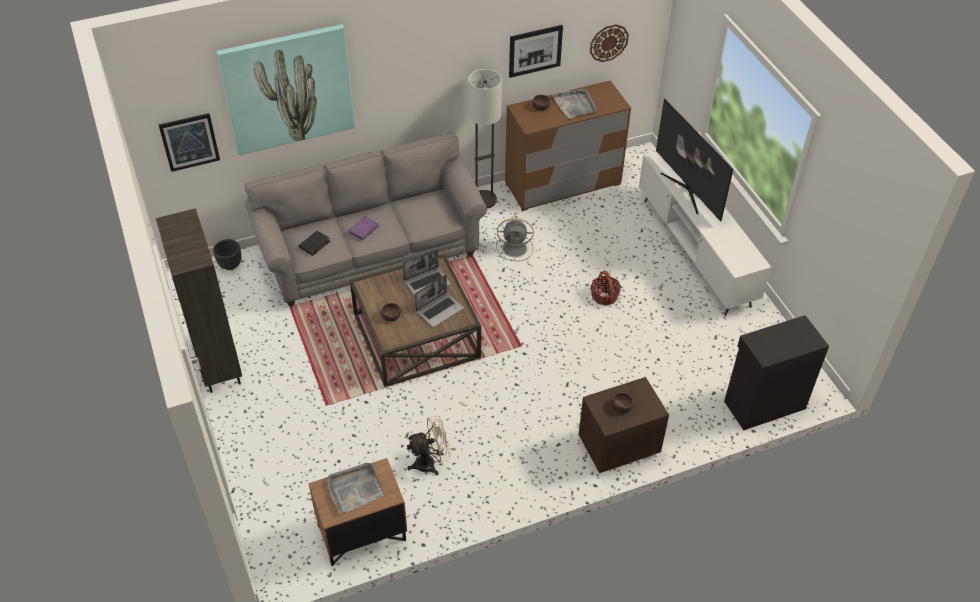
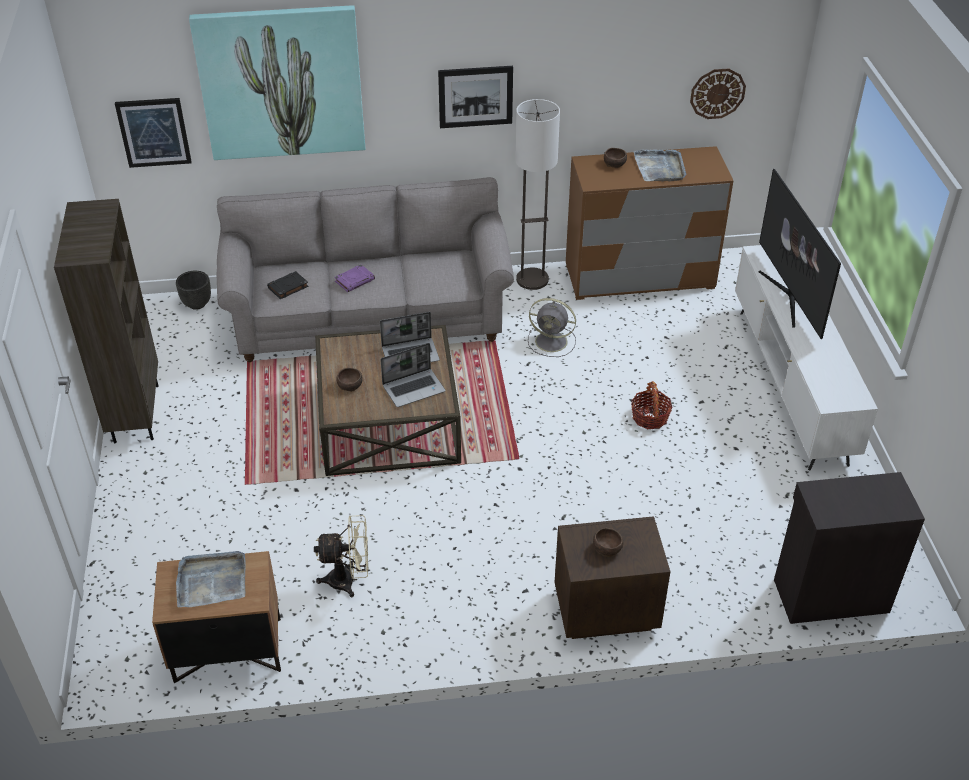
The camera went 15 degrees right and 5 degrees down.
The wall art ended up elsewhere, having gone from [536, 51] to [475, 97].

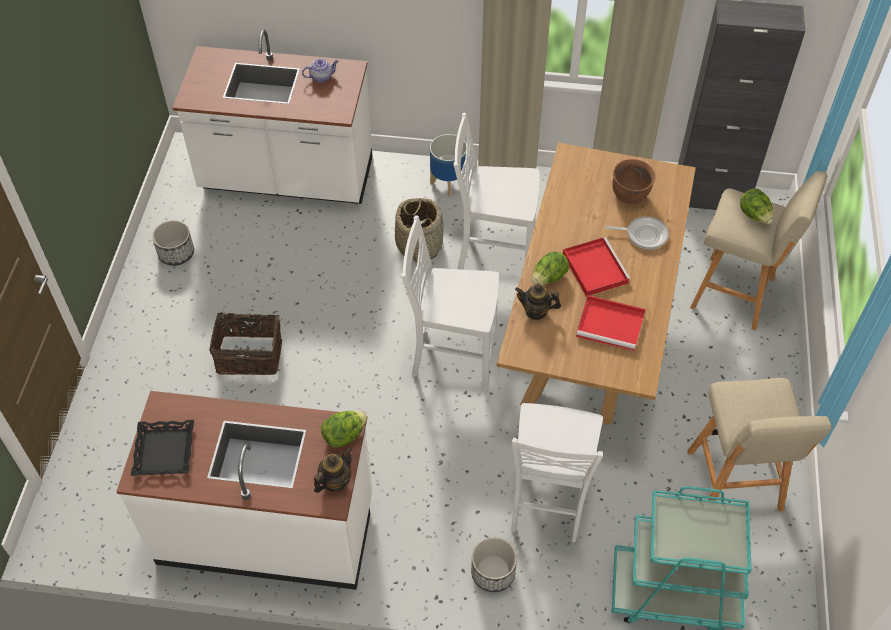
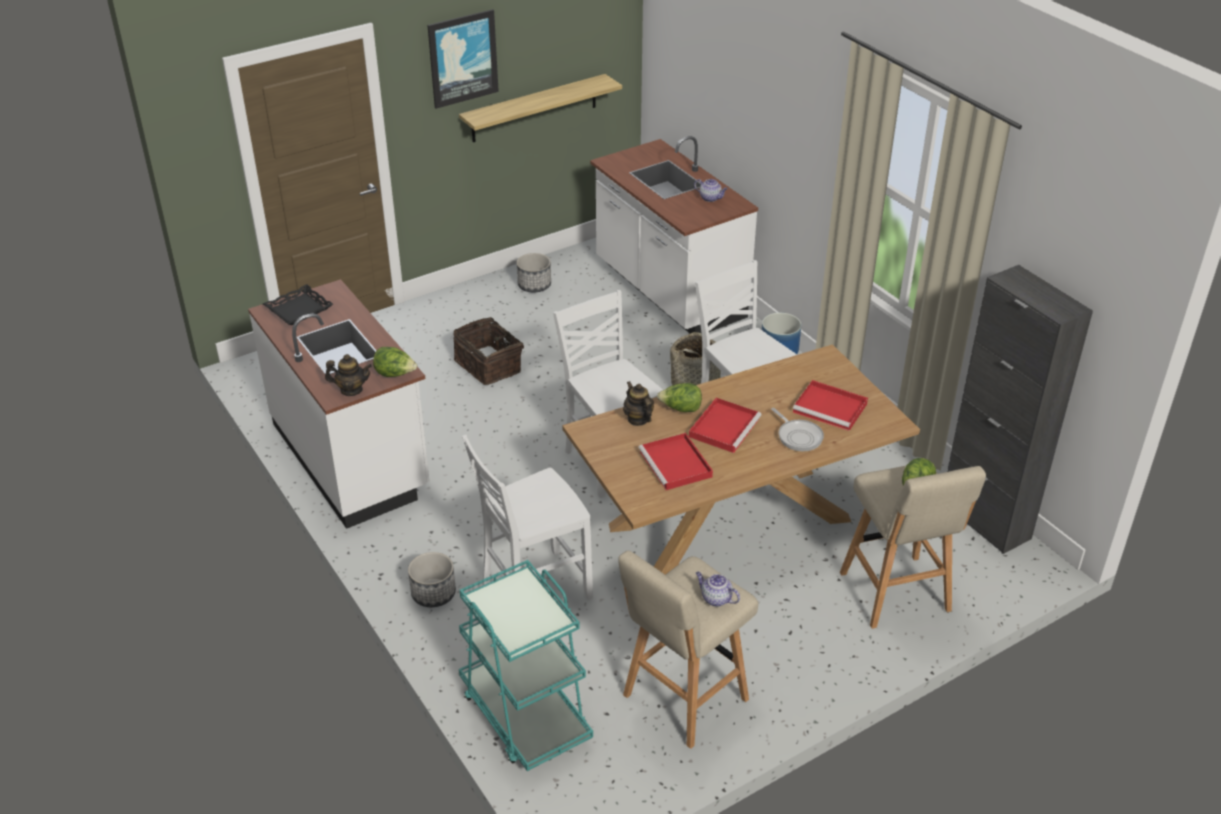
The camera went 50 degrees right and 15 degrees down.
The second view gained the wall art at [463, 59].
The second view gained the shelf at [540, 108].
The second view gained the tea pot at [718, 589].
Where the stockpot (brownish) stood at [633, 181], the serving tray (red) came to stand at [830, 405].

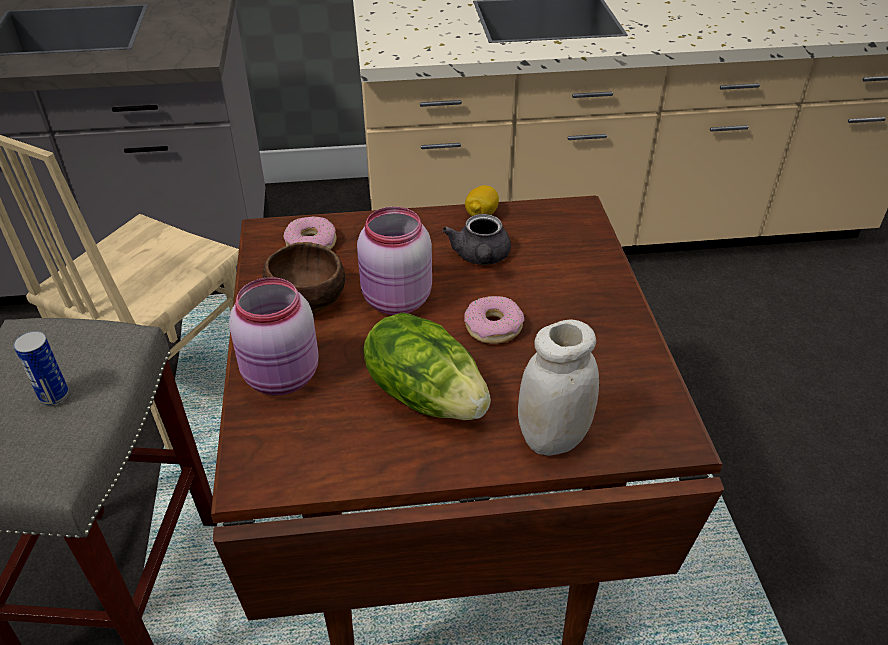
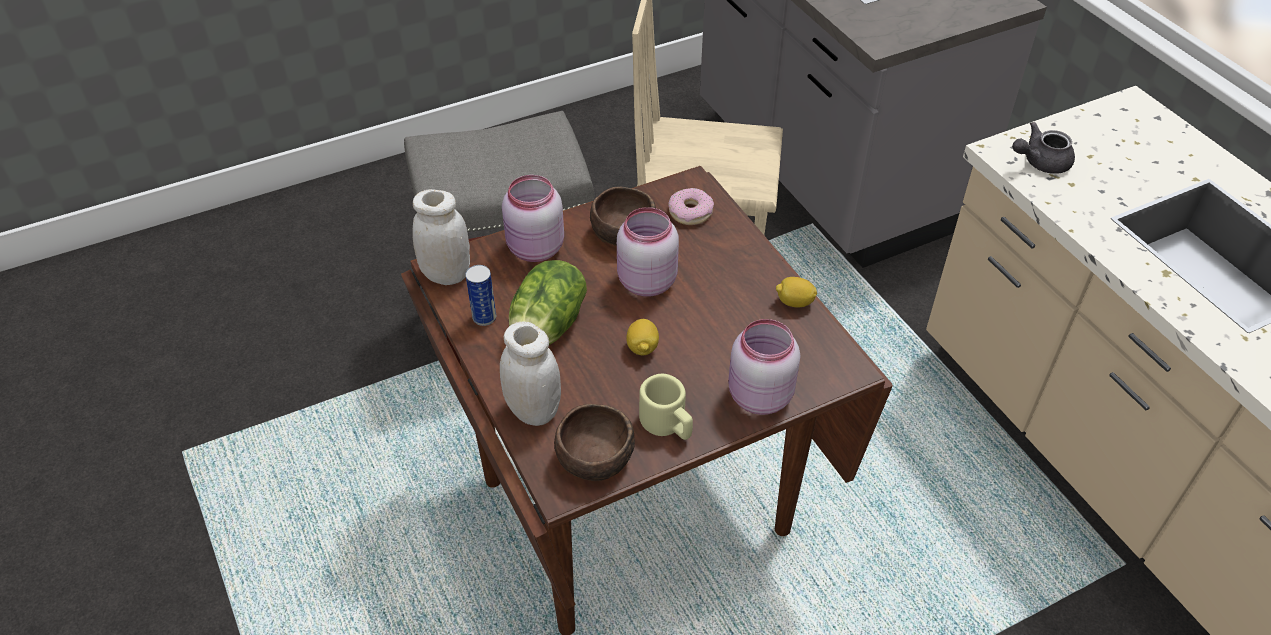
The camera went 70 degrees right and 5 degrees up.
The second view gained the preserve jar (white) at [441, 237].
The second view gained the bowl (brownish) at [594, 442].
The second view gained the coffee mug (beige) at [666, 407].
The second view gained the preserve jar (pinkish) at [764, 367].
The sealed can ended up elsewhere, having gone from [41, 368] to [480, 295].
The tea pot (greyish) ended up elsewhere, having gone from [476, 239] to [1043, 148].
Where the doughnut stood at [494, 320], the lemon came to stand at [642, 337].

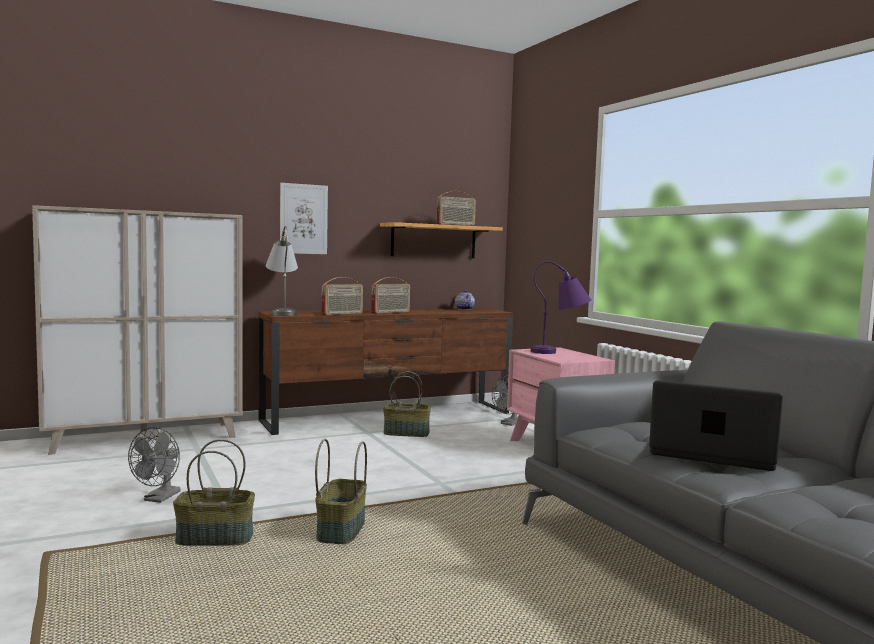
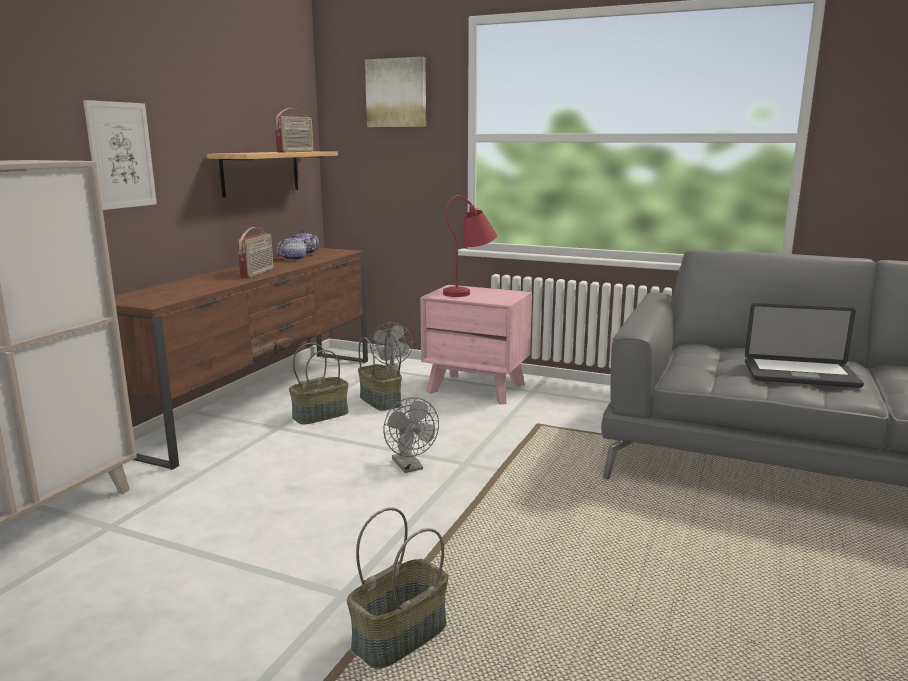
The camera went 40 degrees left and 10 degrees up.
The second view lost the tabletop lamp (greyish) at [282, 271].
The second view lost the radio set at [342, 296].
The second view gained the tea pot at [293, 248].
The second view gained the wall art at [395, 92].
The fan (greyish) ended up elsewhere, having gone from [154, 465] to [411, 435].
The storage basket ended up elsewhere, having gone from [341, 491] to [380, 372].
What was the tabletop lamp (purplish) at [561, 307] turned into the tabletop lamp (red) at [470, 246].
The notebook computer at [716, 425] ended up facing another way, 150 degrees counterclockwise from before.

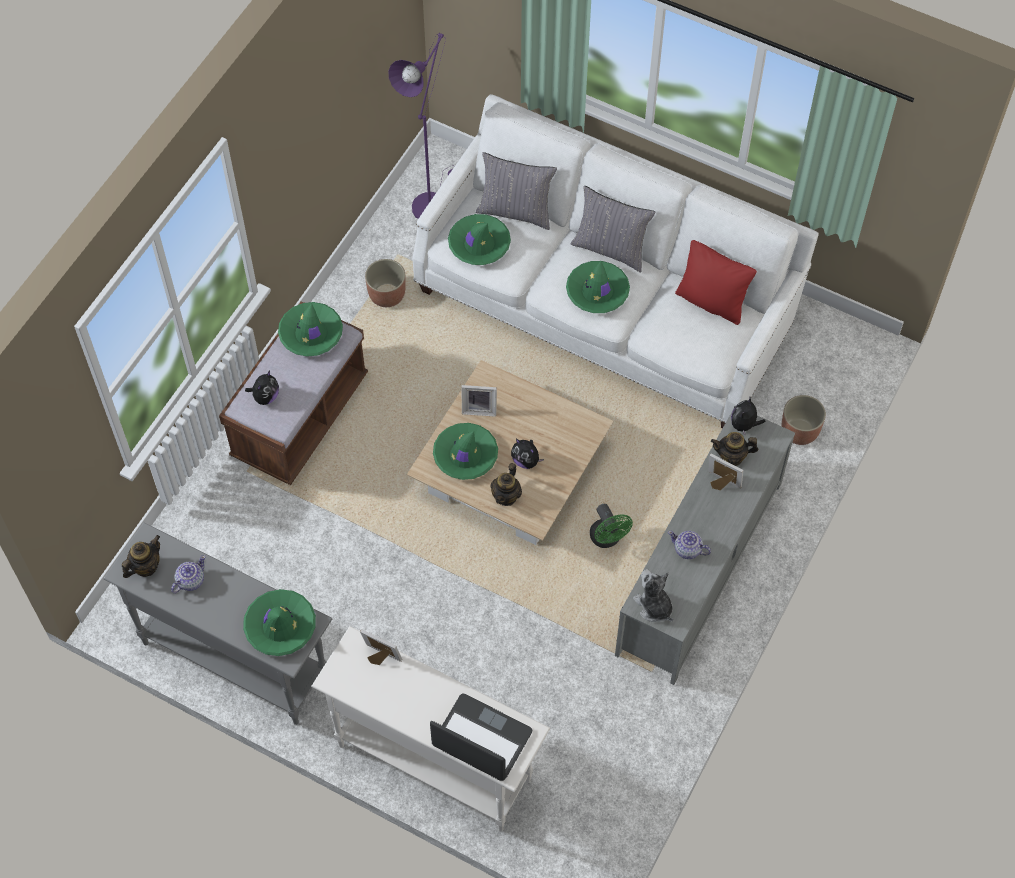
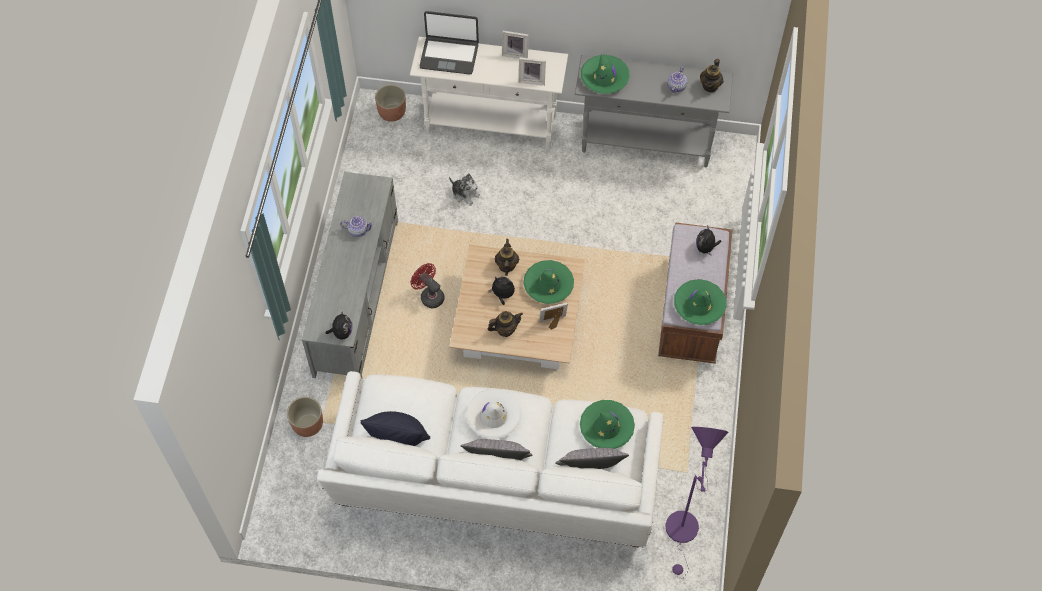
The camera went 160 degrees right and 0 degrees up.
The planter ended up elsewhere, having gone from [385, 283] to [390, 103].
The soft toy ended up elsewhere, having gone from [653, 595] to [464, 190].
The picture frame ended up elsewhere, having gone from [725, 472] to [515, 45].
The tea pot ended up elsewhere, having gone from [734, 449] to [505, 324].
What was the wearable hat (greenish) at [598, 287] turned into the wearable hat (white) at [493, 413].
What was the fan (greenish) at [611, 526] turned into the fan (red) at [428, 285].
What was the throw pillow (red) at [716, 282] turned into the throw pillow (black-coloured) at [395, 428].

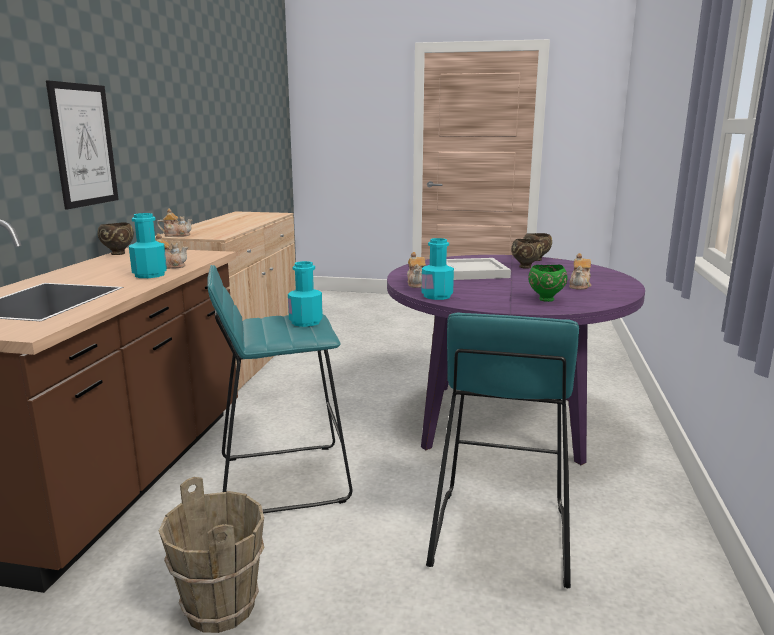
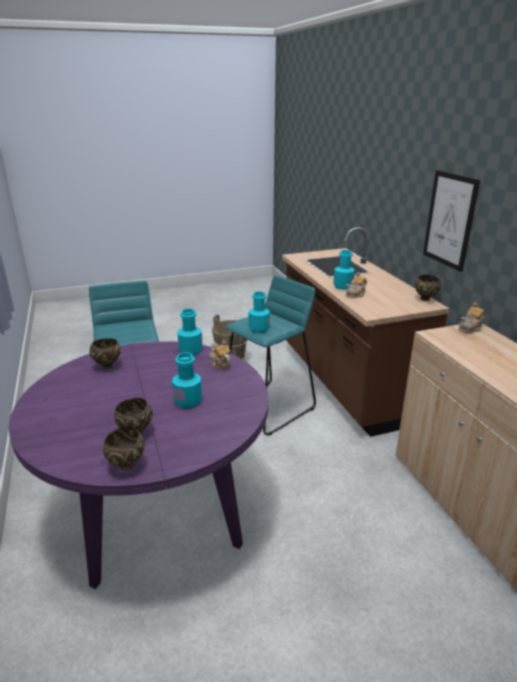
The camera went 150 degrees right and 10 degrees up.
The second view lost the tea pot at [580, 271].
Where the serving tray (white) stood at [478, 269], the bottle (turquoise-coloured) came to stand at [187, 380].
What was the bowl (greenish) at [548, 283] turned into the bowl (brownish) at [105, 353].

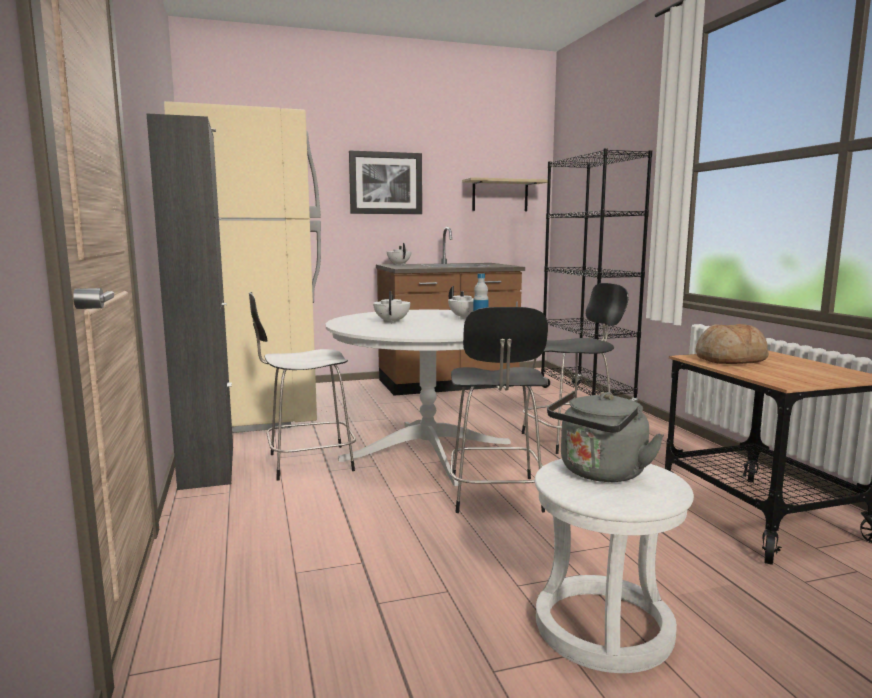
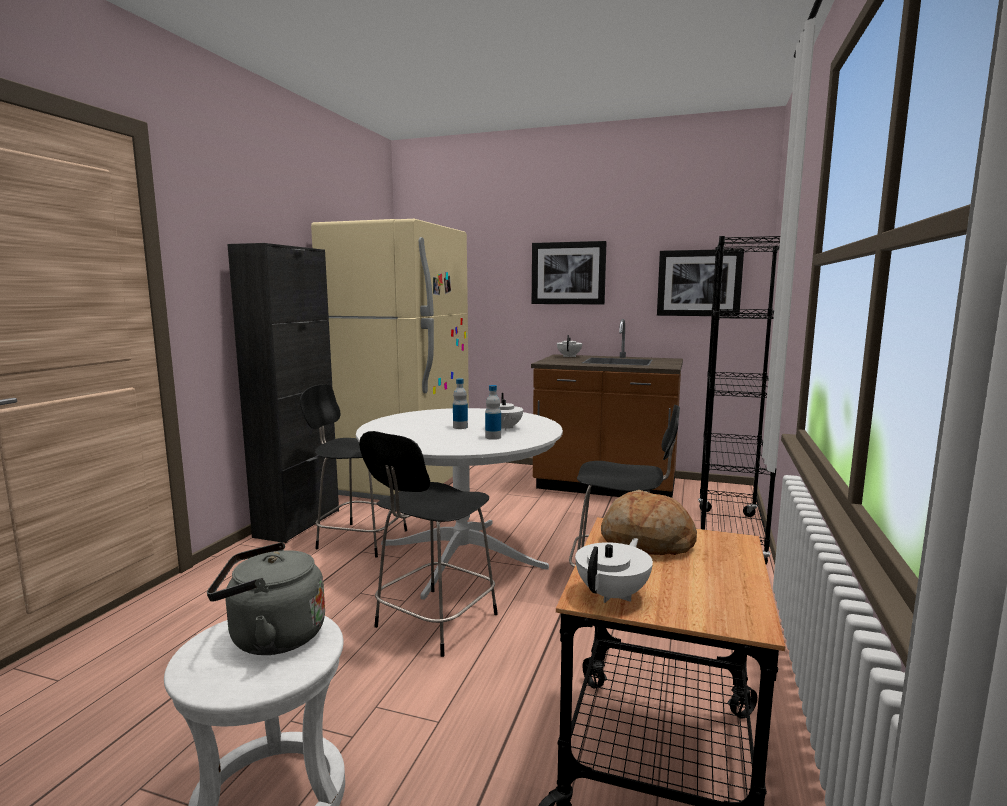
The camera went 35 degrees right and 0 degrees up.
The second view gained the bottle at [460, 403].
The tea pot (white) ended up elsewhere, having gone from [391, 307] to [614, 570].
Where the shelf hung at [505, 194], the wall art came to hang at [700, 283].

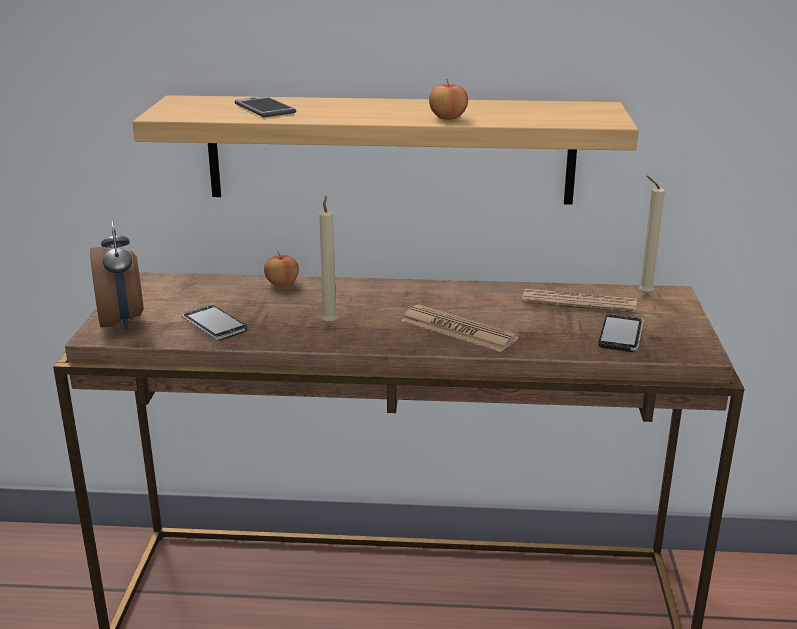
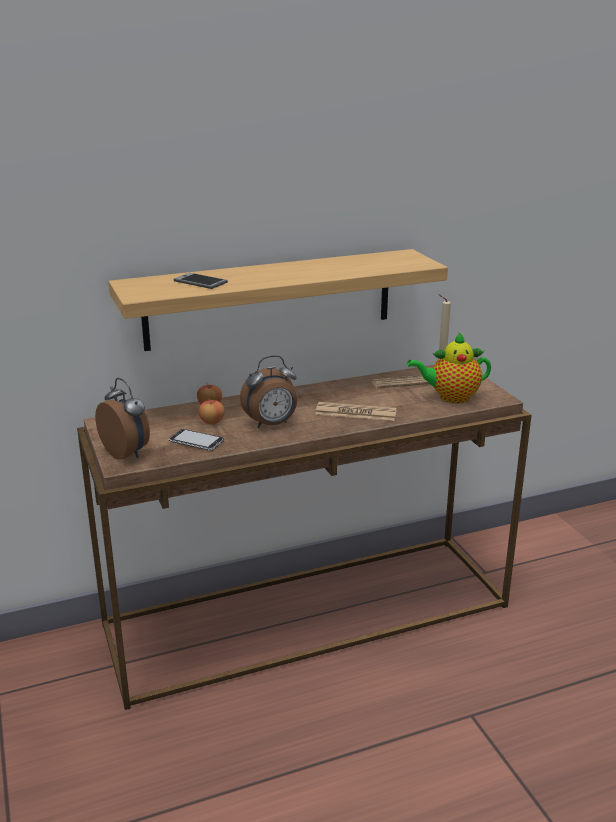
The camera went 25 degrees left and 0 degrees up.
The apple fruit ended up elsewhere, having gone from [448, 99] to [211, 411].
Where the wax candle (beige) stood at [328, 260], the table clock came to stand at [268, 391].
Where the handset stood at [621, 333], the tea pot came to stand at [449, 367].

